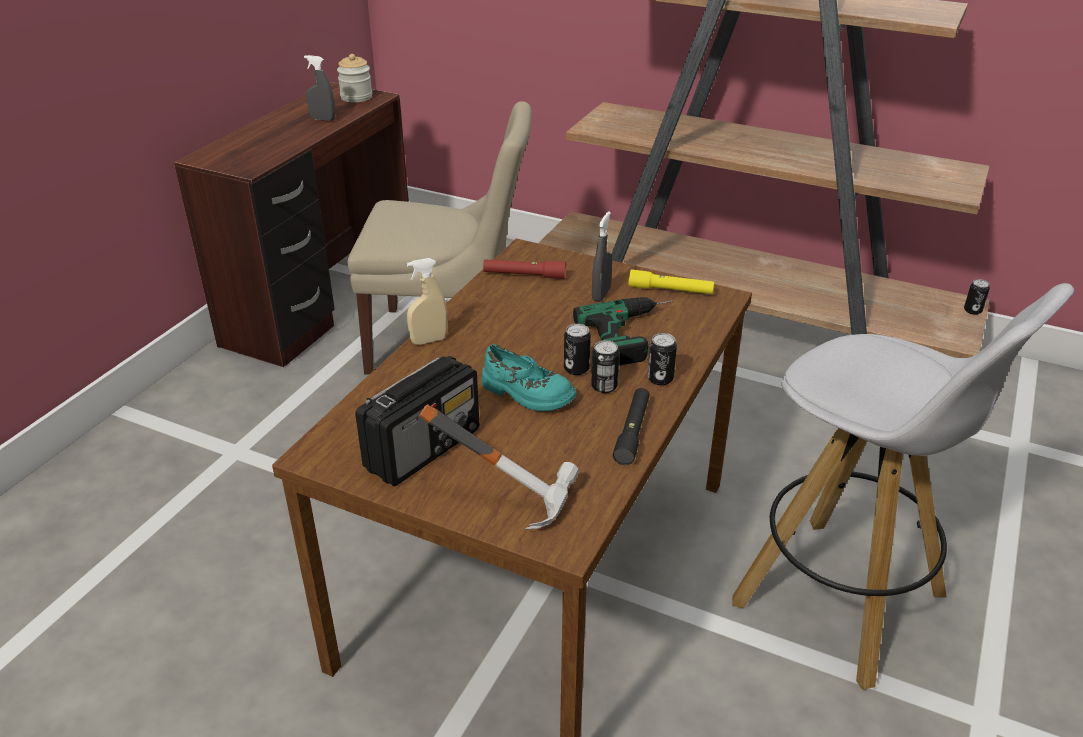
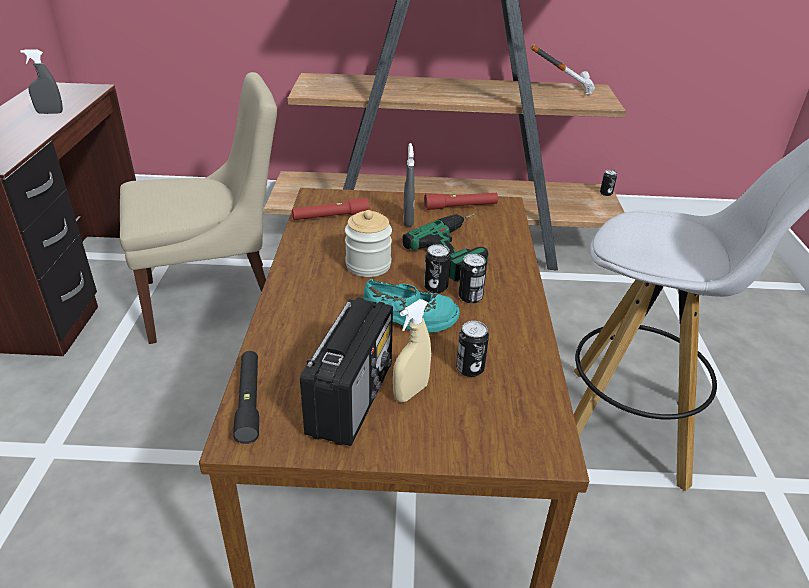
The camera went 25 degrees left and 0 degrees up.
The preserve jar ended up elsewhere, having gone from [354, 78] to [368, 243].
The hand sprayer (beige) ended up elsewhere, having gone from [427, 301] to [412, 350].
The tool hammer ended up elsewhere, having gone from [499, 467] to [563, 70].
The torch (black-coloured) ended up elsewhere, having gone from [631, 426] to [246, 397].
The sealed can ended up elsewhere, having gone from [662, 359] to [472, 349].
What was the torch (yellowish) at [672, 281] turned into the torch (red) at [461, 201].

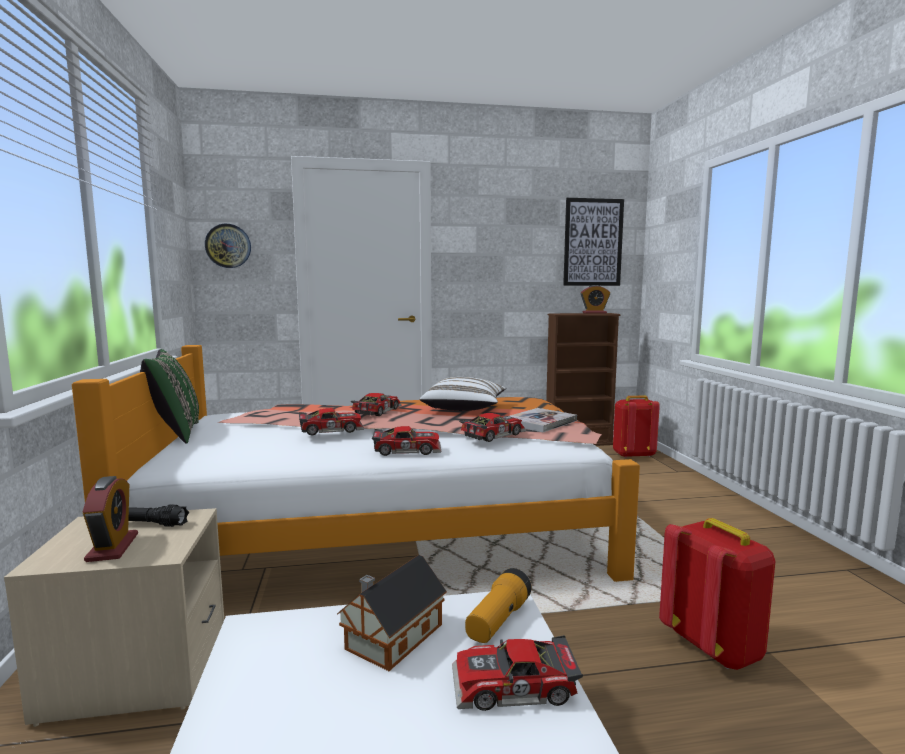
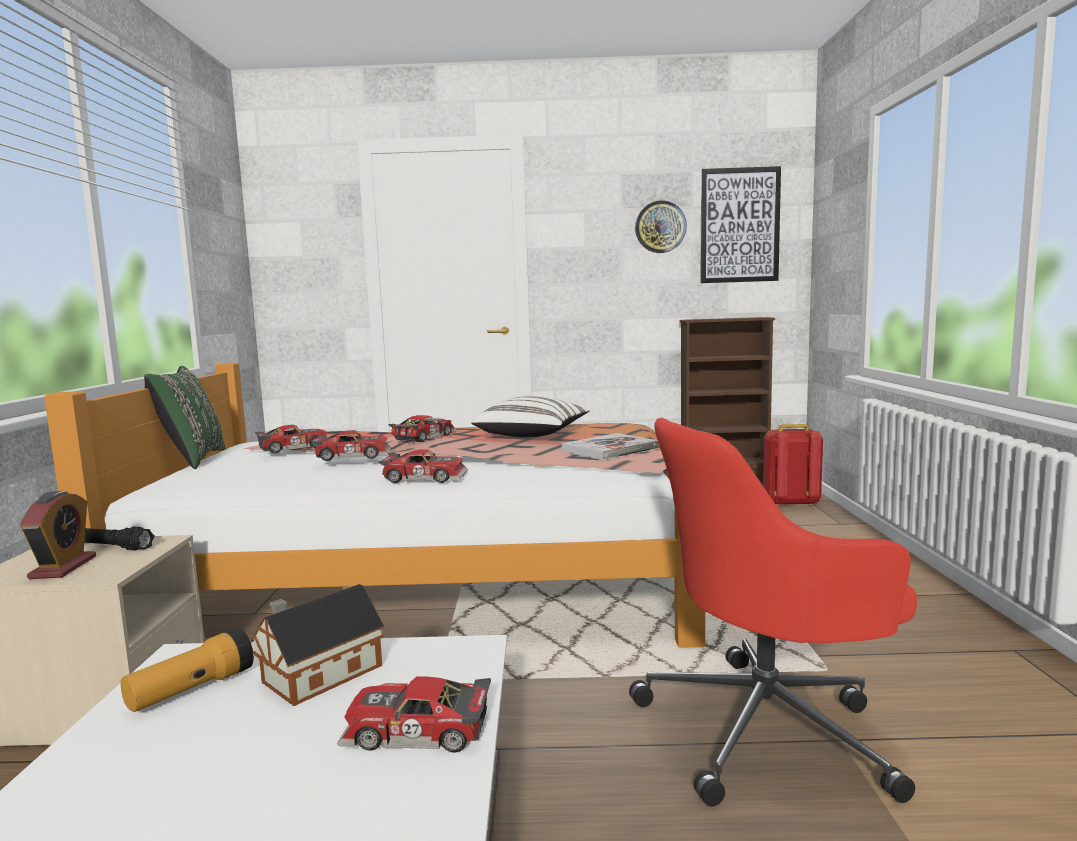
The camera went 10 degrees right and 0 degrees up.
The second view lost the table clock at [595, 299].
The wall clock ended up elsewhere, having gone from [228, 246] to [661, 226].
The model car ended up elsewhere, having gone from [492, 427] to [291, 439].
The torch ended up elsewhere, having gone from [498, 605] to [187, 670].
Where the backpack (red) stood at [717, 594], the desk chair (red) came to stand at [773, 612].

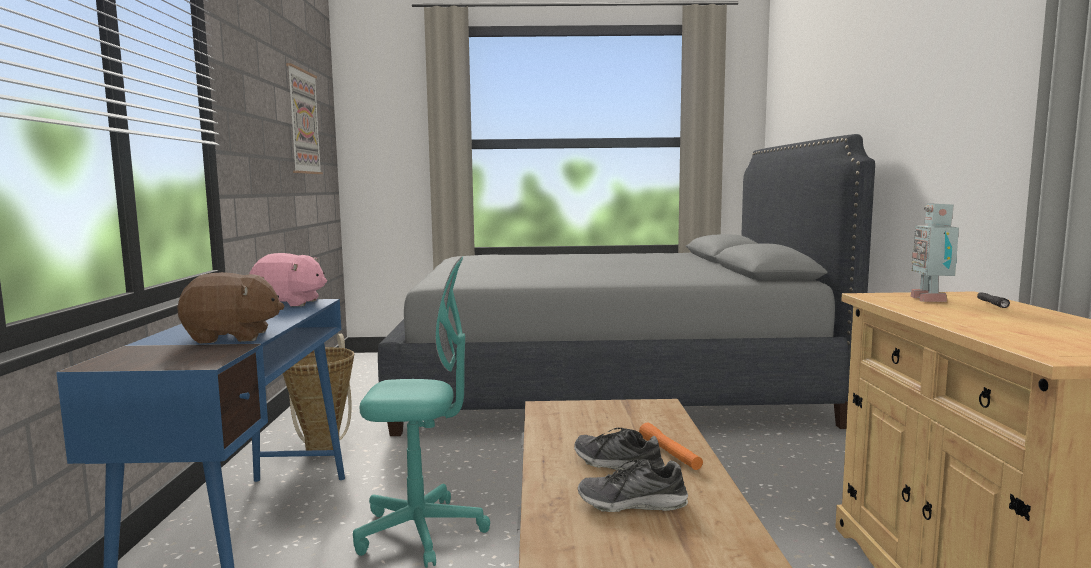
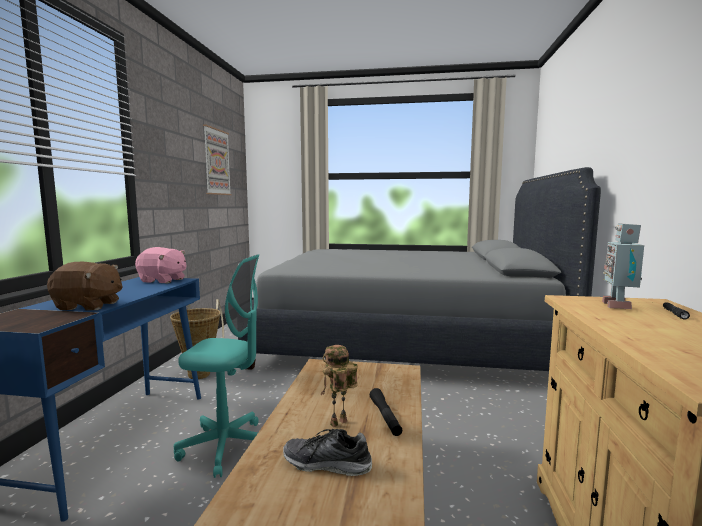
The camera went 10 degrees right and 0 degrees up.
Where the item of footwear stood at [619, 449], the model robot came to stand at [339, 386].
What was the torch (orange) at [671, 446] turned into the torch (black-coloured) at [386, 412].

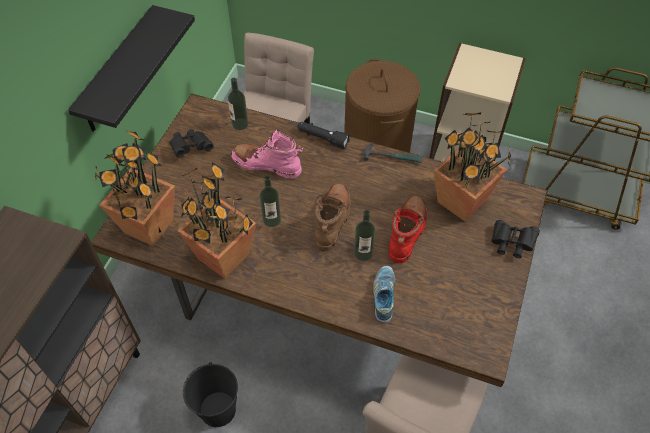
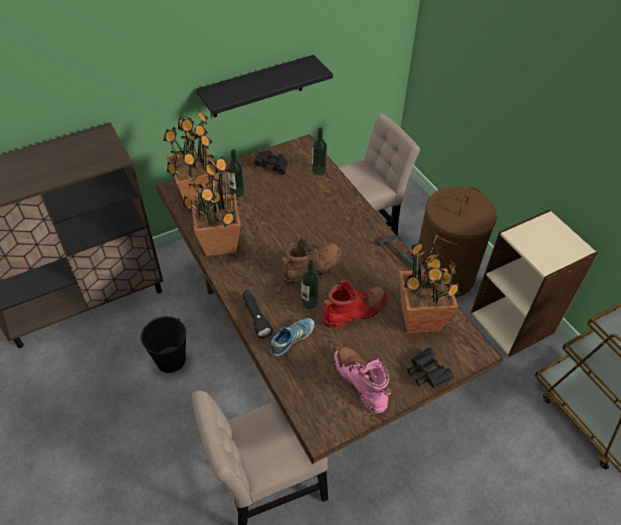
The camera went 40 degrees right and 5 degrees down.
The tall boot (pinkish) ended up elsewhere, having gone from [267, 153] to [363, 379].
The bottle ended up elsewhere, having gone from [270, 201] to [235, 173].
The torch (black-coloured) ended up elsewhere, having gone from [324, 135] to [257, 314].

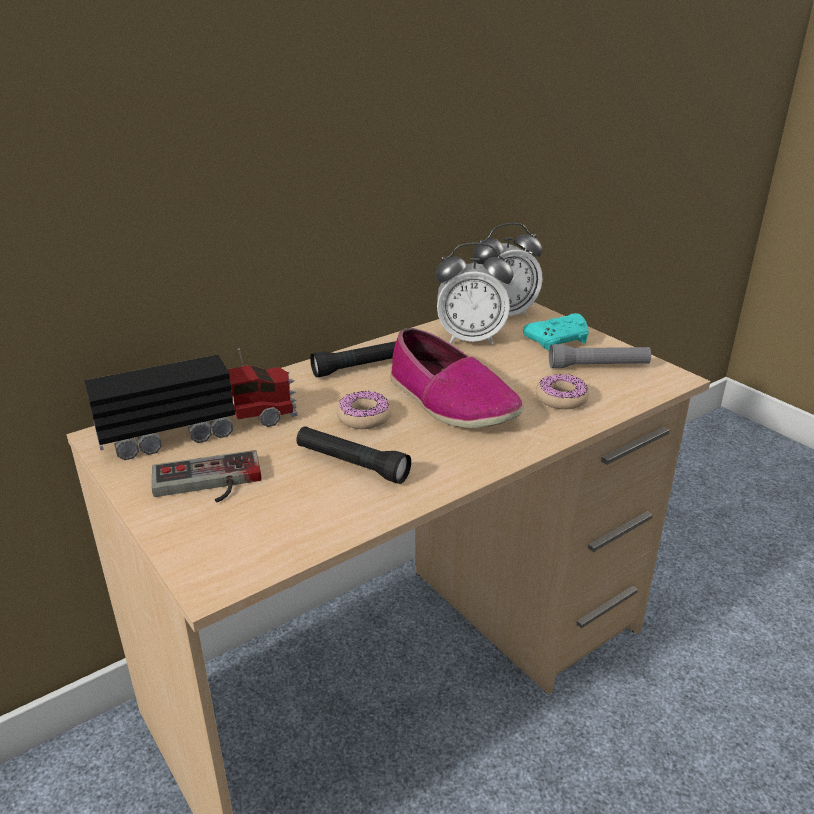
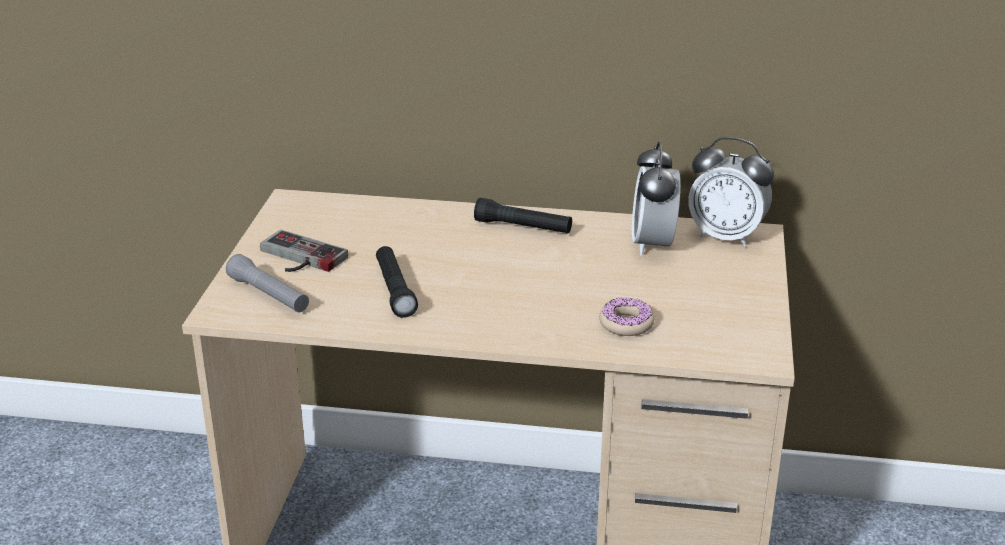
The camera went 45 degrees right and 0 degrees up.
The second view lost the toy lorry at [191, 404].
The second view lost the doughnut at [364, 410].
The second view lost the item of footwear at [456, 378].
The second view lost the game controller (turquoise-coloured) at [556, 332].
The torch (greyish) ended up elsewhere, having gone from [600, 356] to [267, 283].
The table clock at [474, 293] ended up facing another way, 45 degrees clockwise from before.

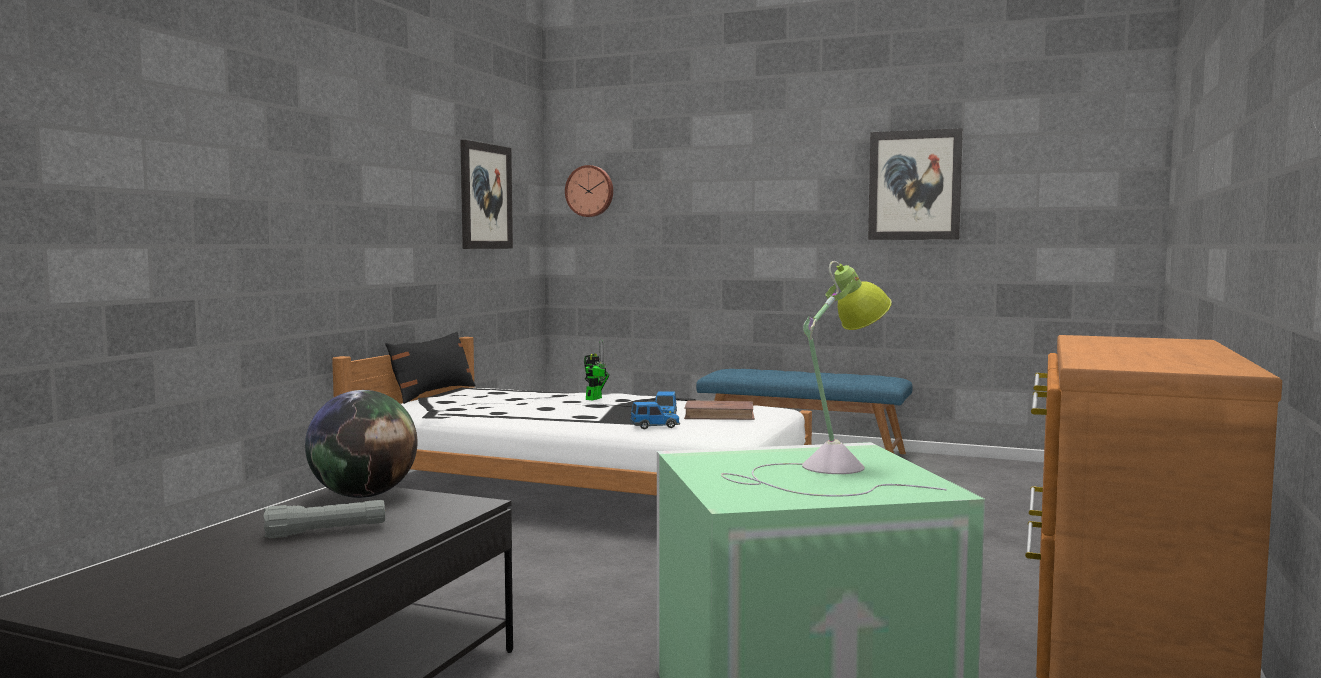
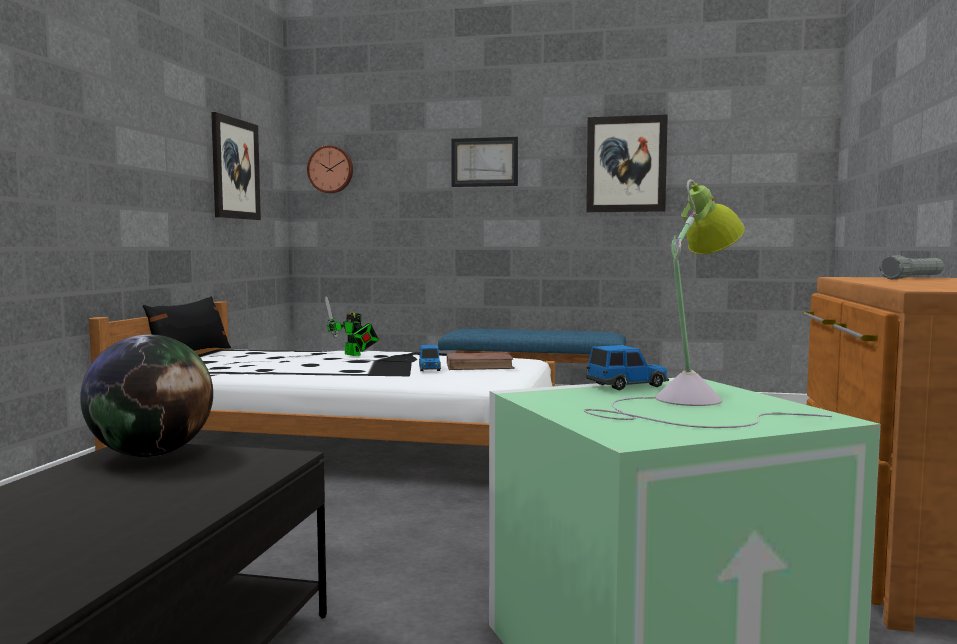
The camera went 10 degrees left and 0 degrees up.
The second view gained the wall art at [484, 162].
The torch (greyish) ended up elsewhere, having gone from [324, 519] to [911, 267].
The model car ended up elsewhere, having gone from [655, 416] to [627, 368].
The model robot at [597, 370] ended up facing another way, 120 degrees clockwise from before.

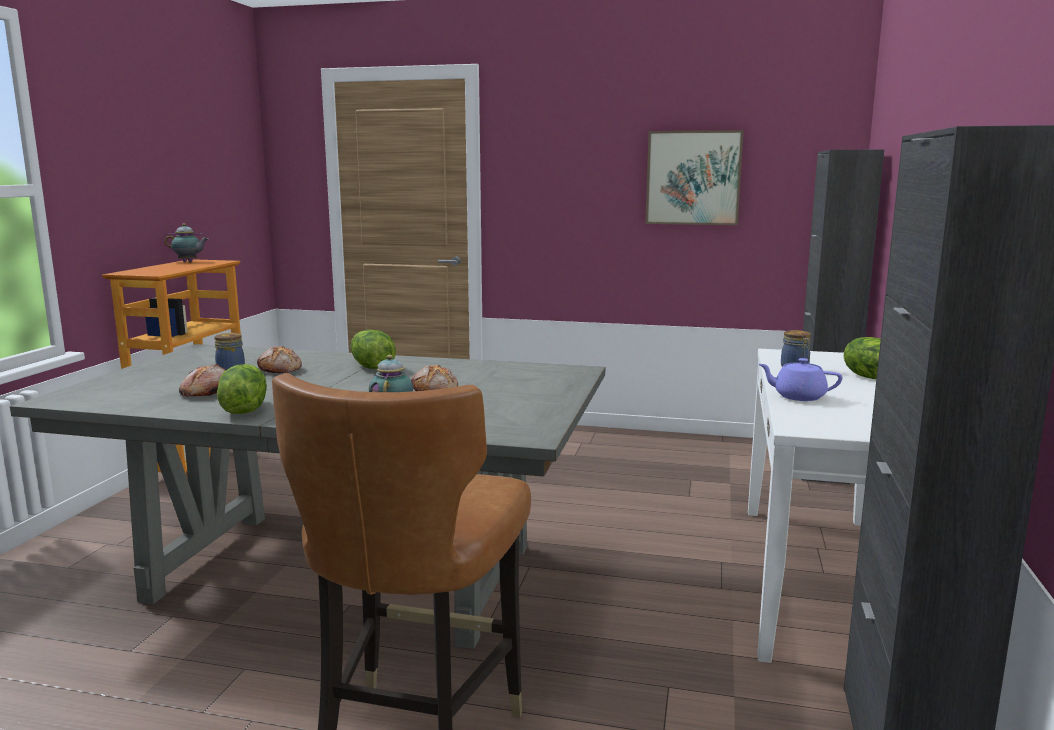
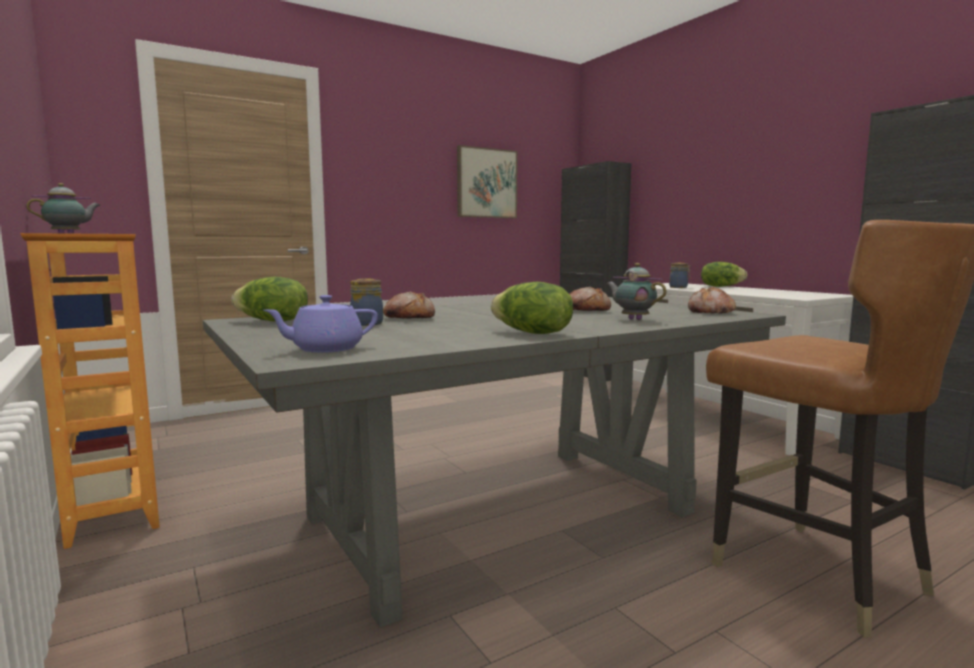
The camera went 45 degrees left and 5 degrees down.
The bread ended up elsewhere, having gone from [202, 380] to [712, 300].
The lettuce head ended up elsewhere, having gone from [373, 349] to [269, 299].
The tea pot (purplish) ended up elsewhere, having gone from [800, 379] to [320, 324].

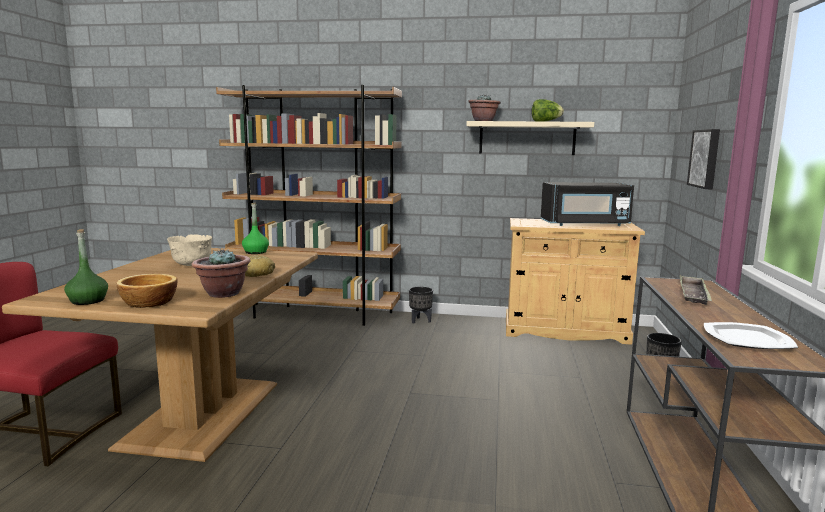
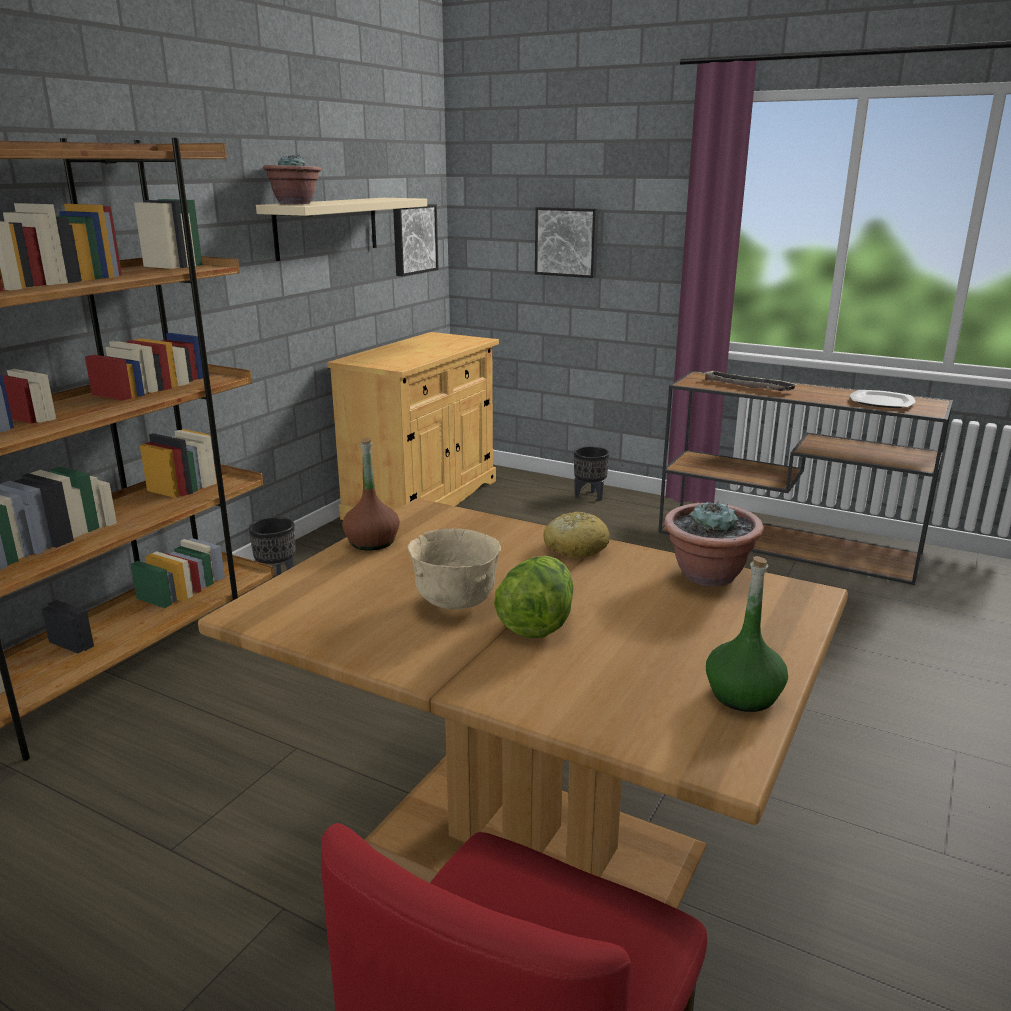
The camera went 70 degrees left and 10 degrees up.
The second view lost the bowl at [146, 291].
The second view lost the kitchen microwave (black-coloured) at [587, 204].
The second view gained the wall art at [416, 240].
The lettuce head ended up elsewhere, having gone from [547, 110] to [534, 597].
What was the bottle (greenish) at [255, 228] turned into the bottle (brownish) at [371, 494].

